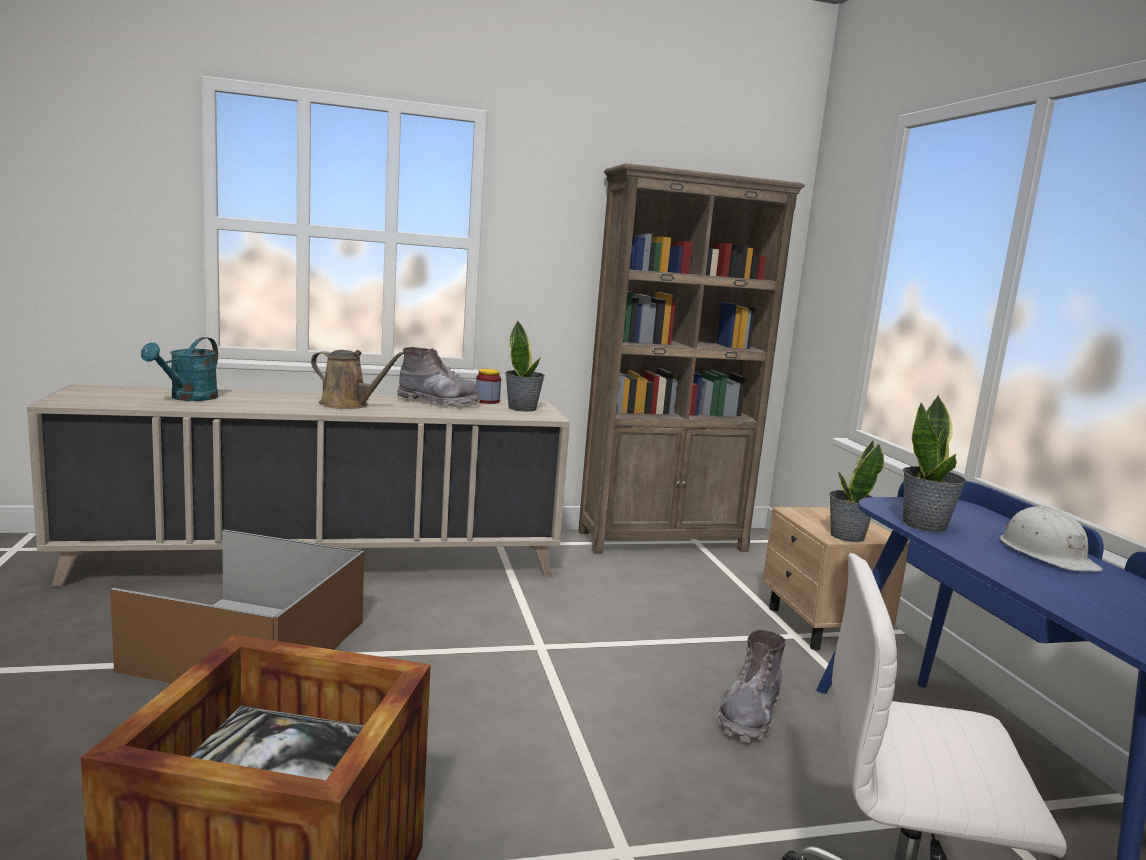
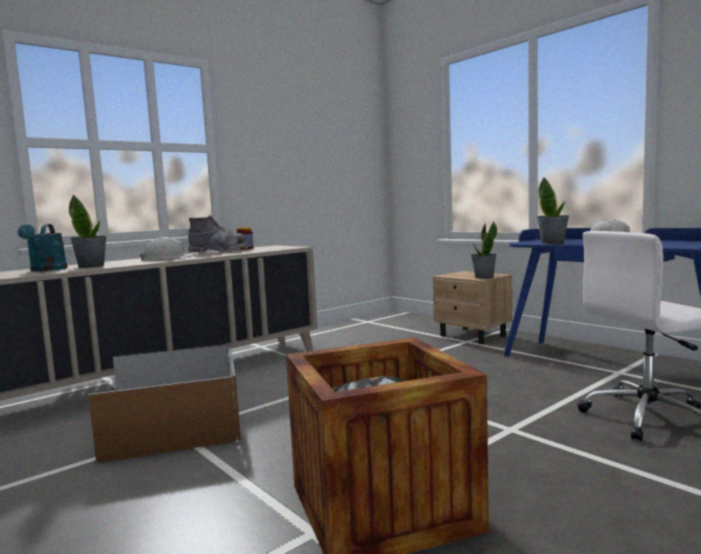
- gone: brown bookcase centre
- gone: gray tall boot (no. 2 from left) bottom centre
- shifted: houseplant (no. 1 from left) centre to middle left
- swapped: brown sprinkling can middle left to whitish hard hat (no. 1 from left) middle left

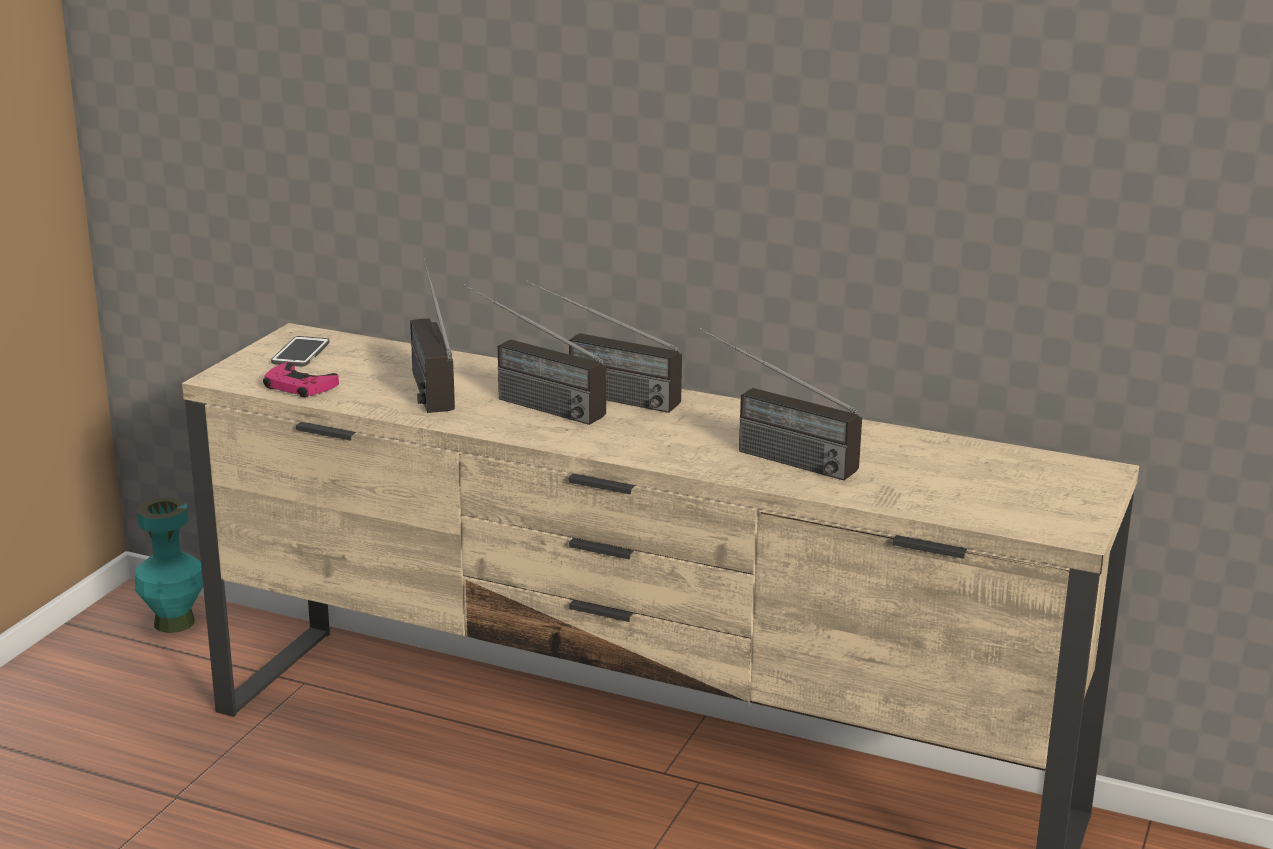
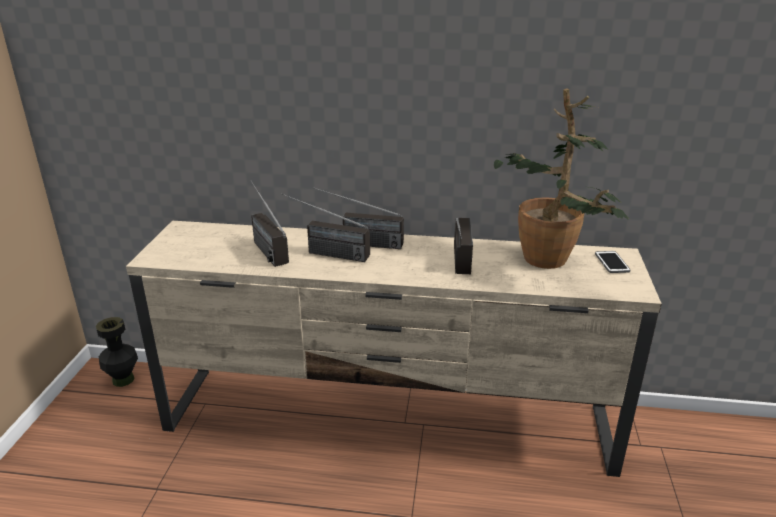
- gone: pink game controller middle left
- new: houseplant middle right
- shifted: handset middle left to middle right
- repainted: blue-green vase middle left to black vase bottom left
- rotated: radio (no. 4 from left) centre = centre 105 degrees counterclockwise

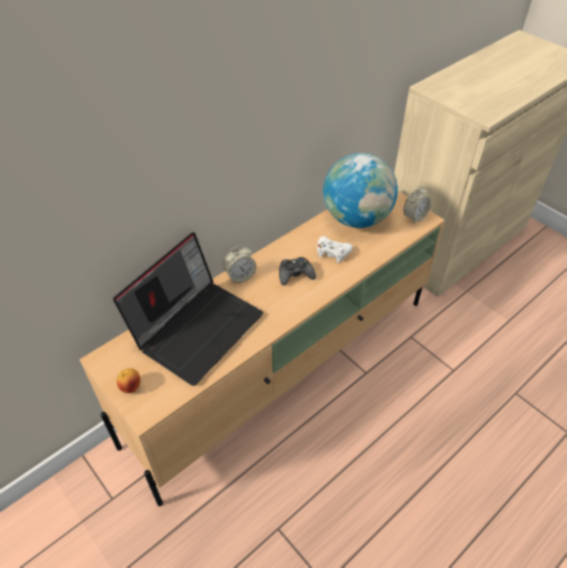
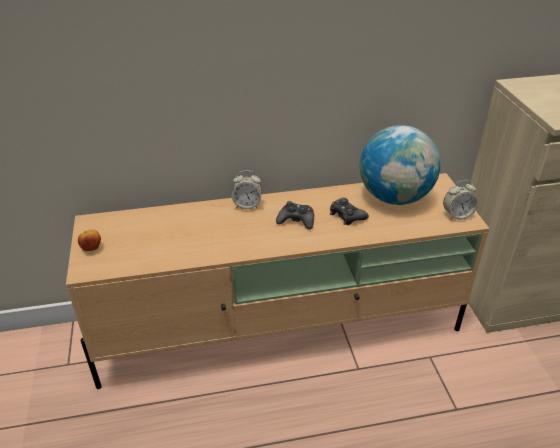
- gone: notebook computer middle left
- repainted: whitish game controller centre to black game controller (no. 2 from left) centre

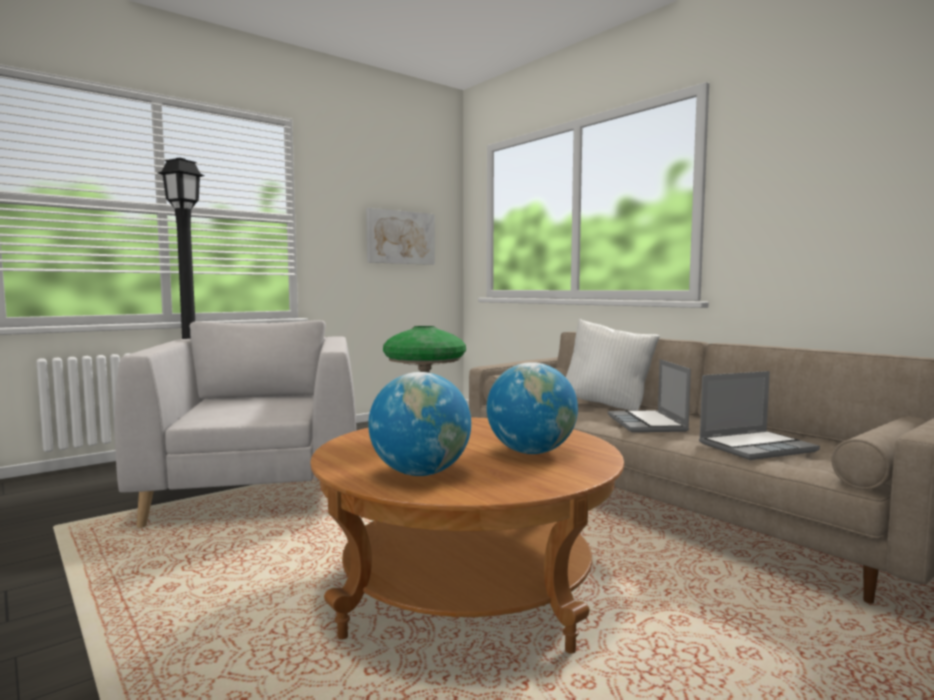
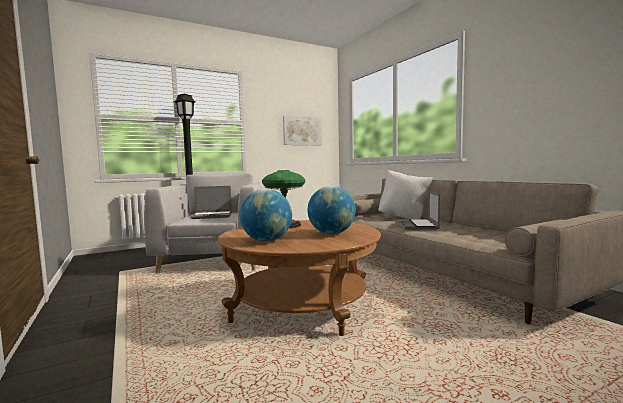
- shifted: notebook computer (no. 2 from left in the first image) middle right to notebook computer (no. 1 from left) centre

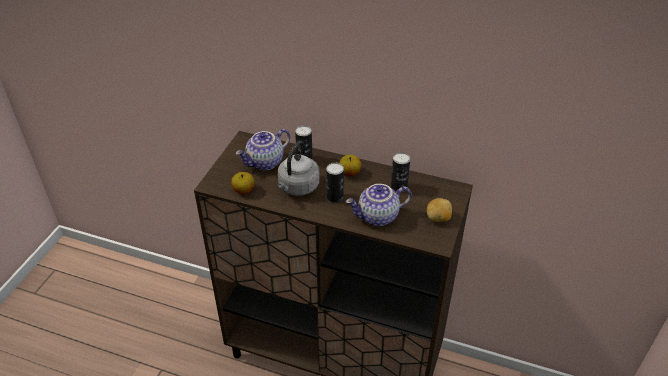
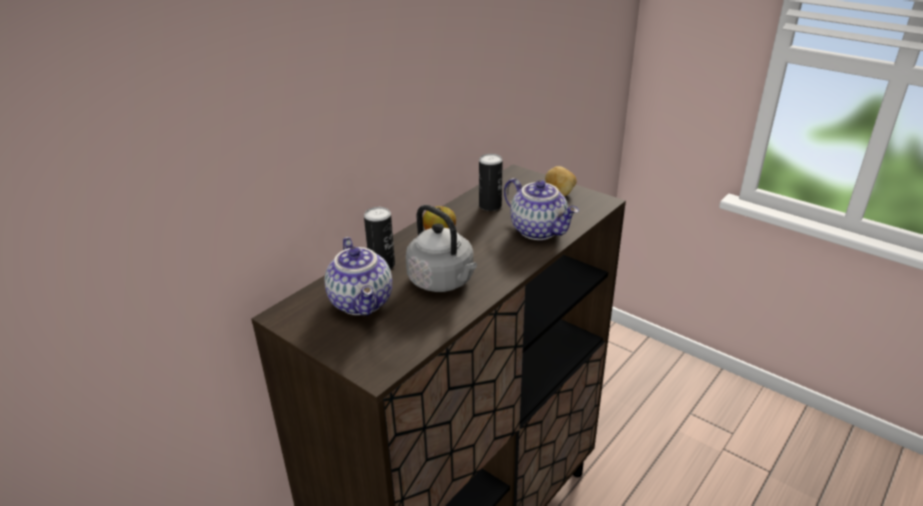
- gone: whole apple (no. 1 from left) centre
- gone: can (no. 2 from left) centre
- rotated: teapot (no. 2 from left) centre = centre 45 degrees counterclockwise

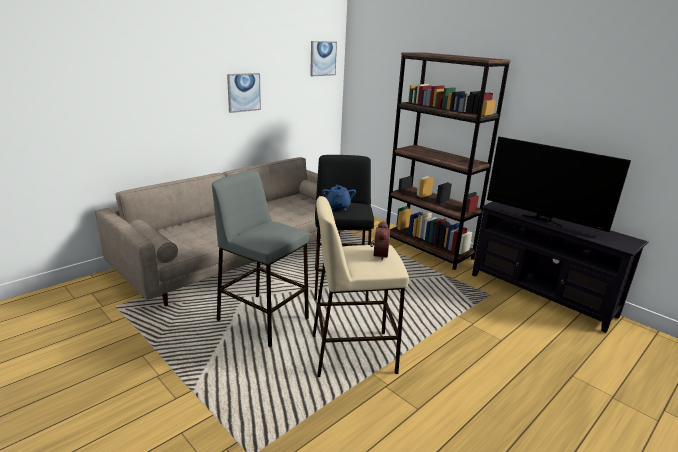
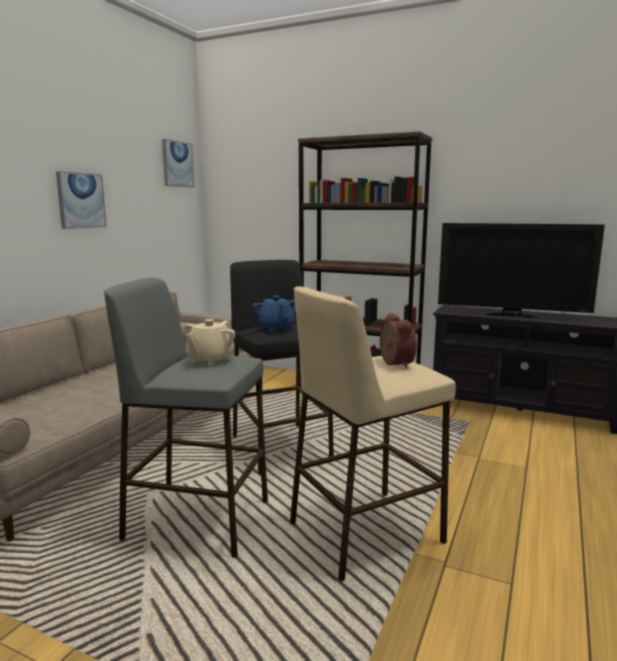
- new: sand-coloured teapot centre

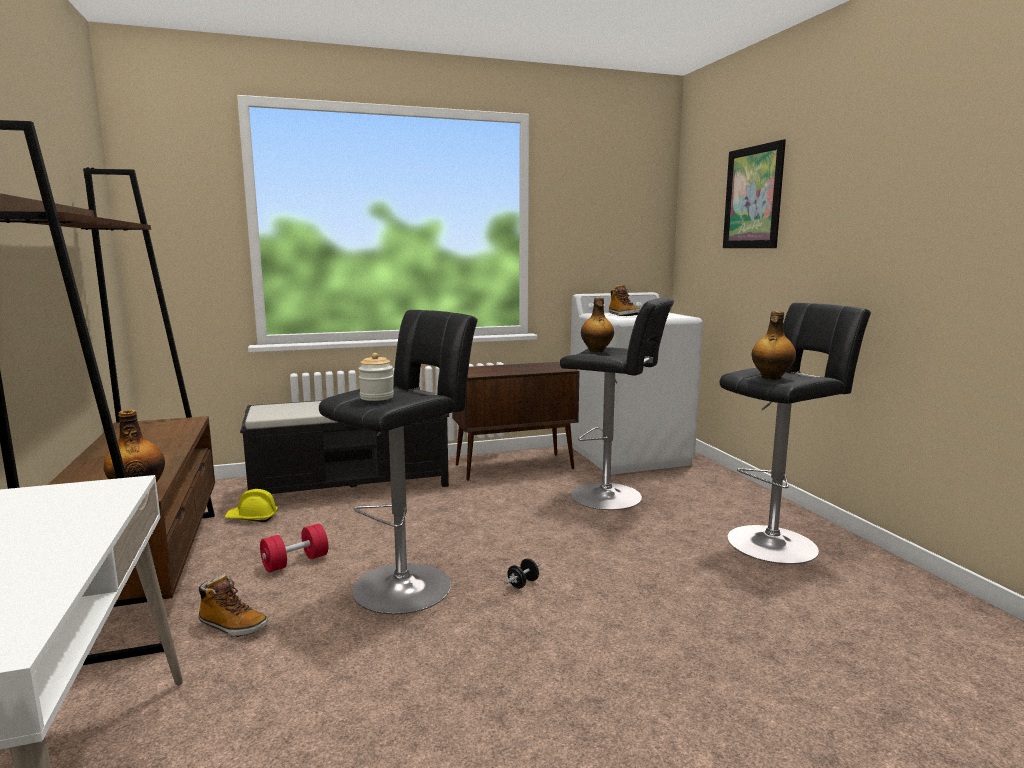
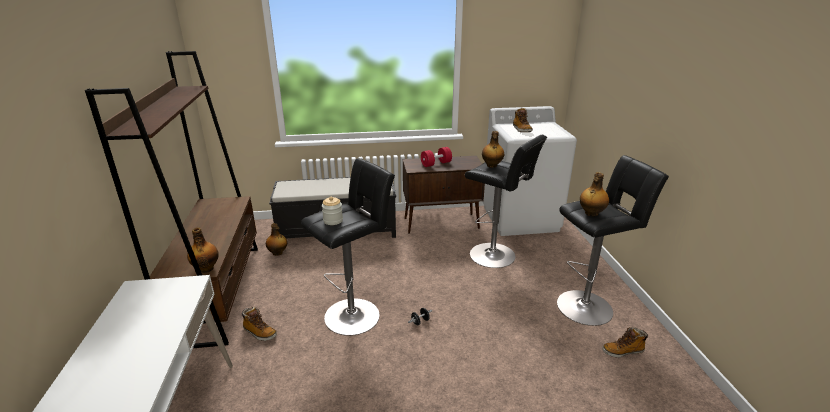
- gone: wall picture top right
- new: tall boot (no. 3 from left) bottom right
- shifted: red-coloured hand weight bottom left to centre
- swapped: yellow hard hat middle left to drink bottle (no. 2 from left) middle left

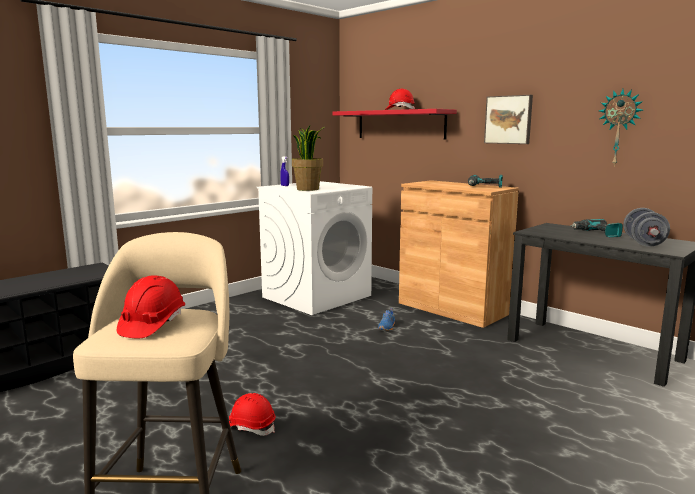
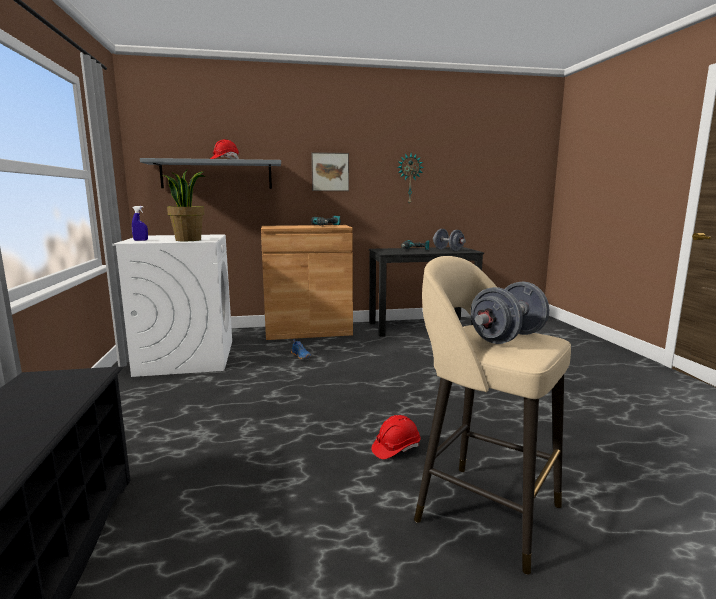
- swapped: red-coloured hard hat (no. 1 from left) middle left to gray hand weight (no. 2 from left) middle right
- repainted: red-coloured bracket shelf top centre to gray bracket shelf top left

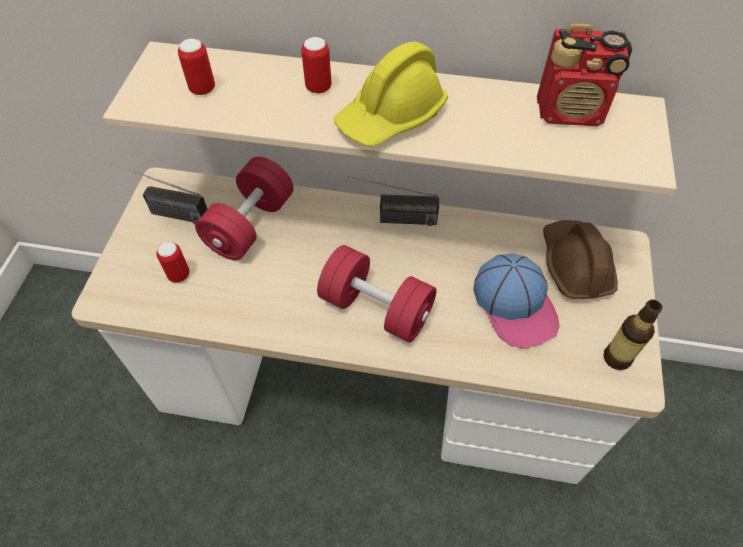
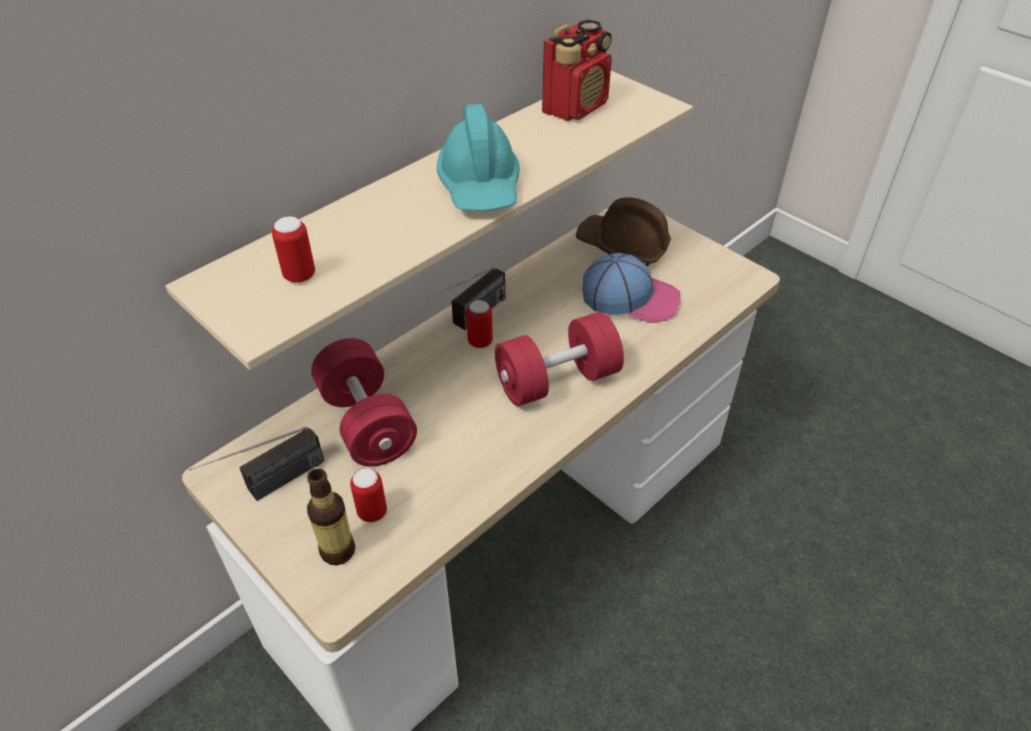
- shifted: can (no. 3 from left) top centre to centre
- shifted: drink bottle middle right to bottom left
- repainted: yellow hard hat top centre to blue-green hard hat top centre

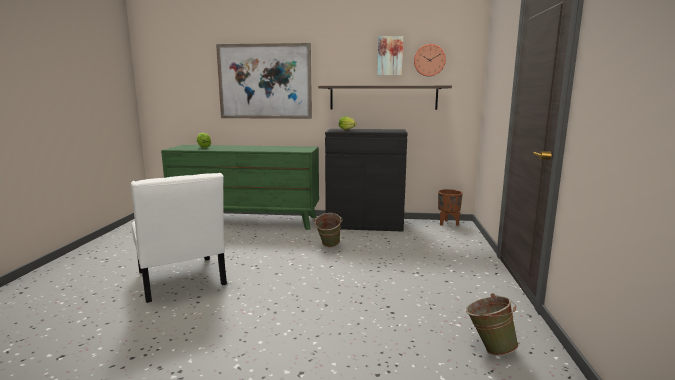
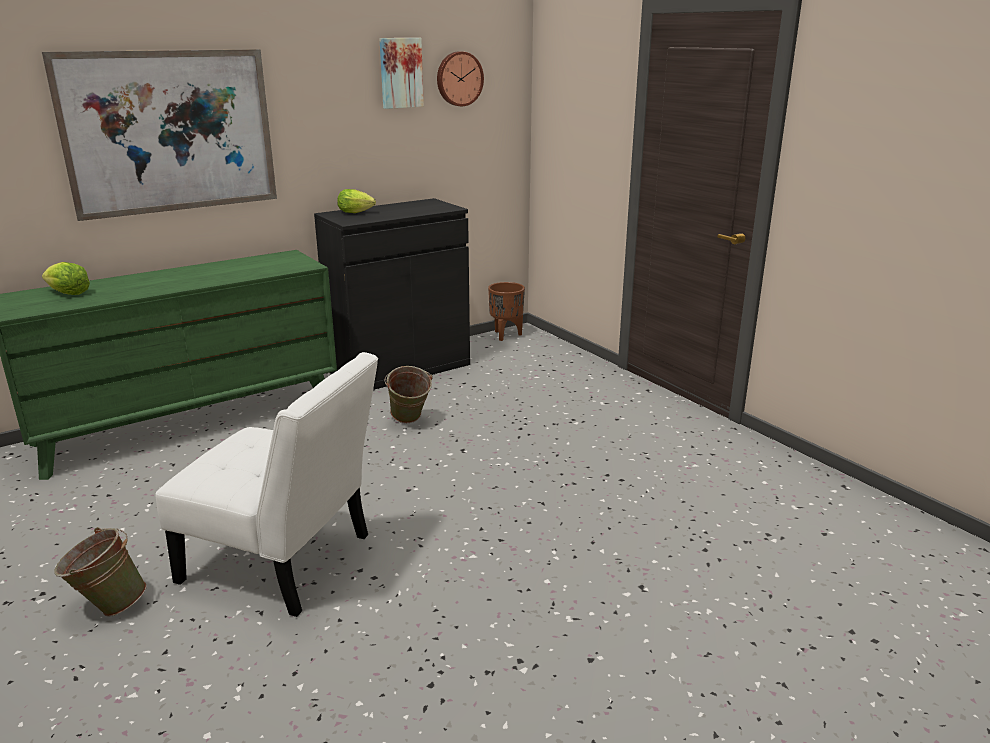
- gone: bracket shelf top centre
- shifted: greenish bucket (no. 2 from left in the first image) bottom right to greenish bucket (no. 1 from left) bottom left

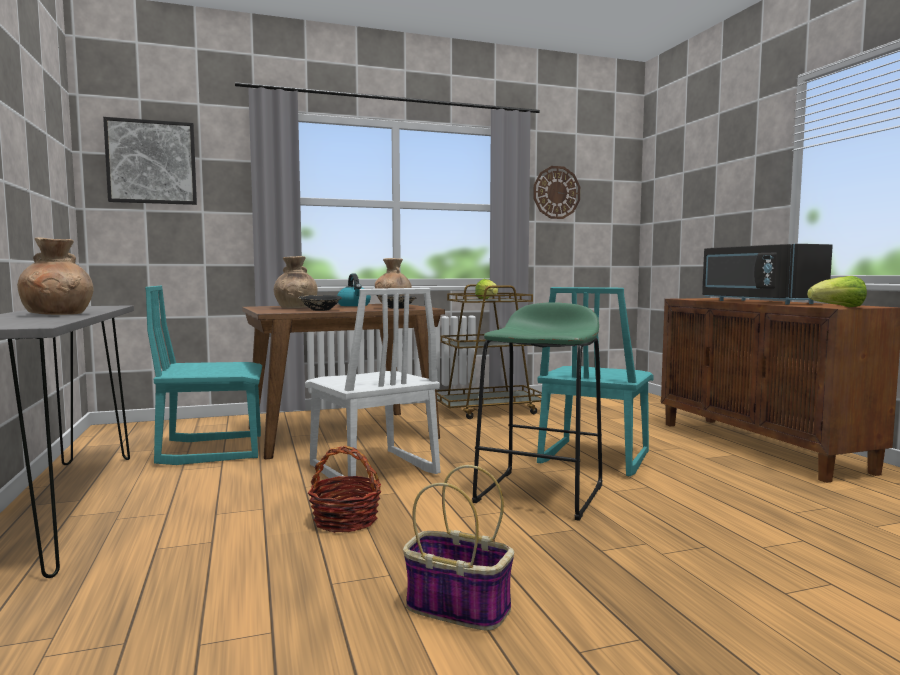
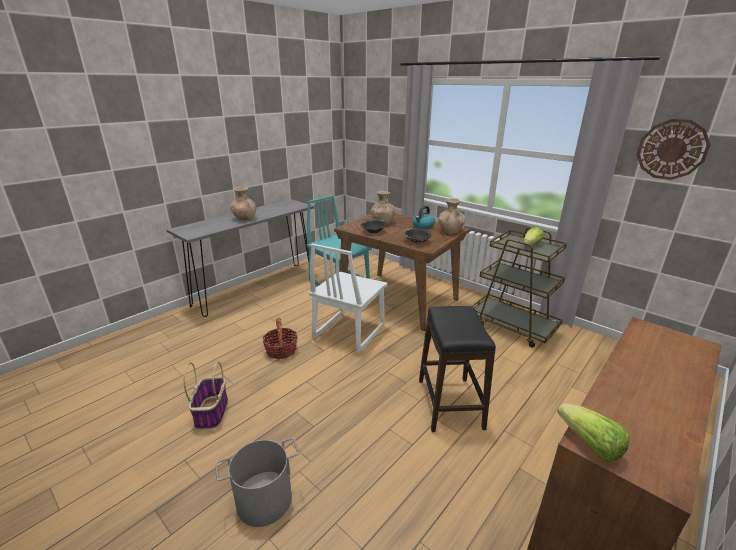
- gone: wall picture top left
- gone: greenish stool centre
- gone: black microwave oven middle right
- new: gray bucket bottom centre
- swapped: blue-green upright chair (no. 2 from left) centre to black stool bottom centre

